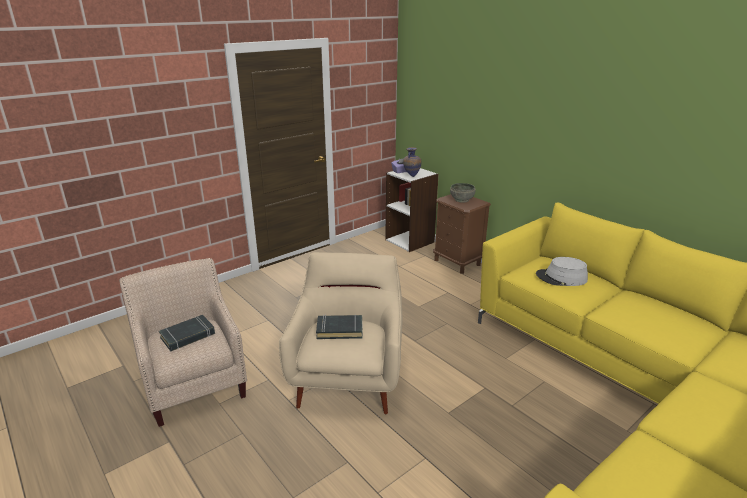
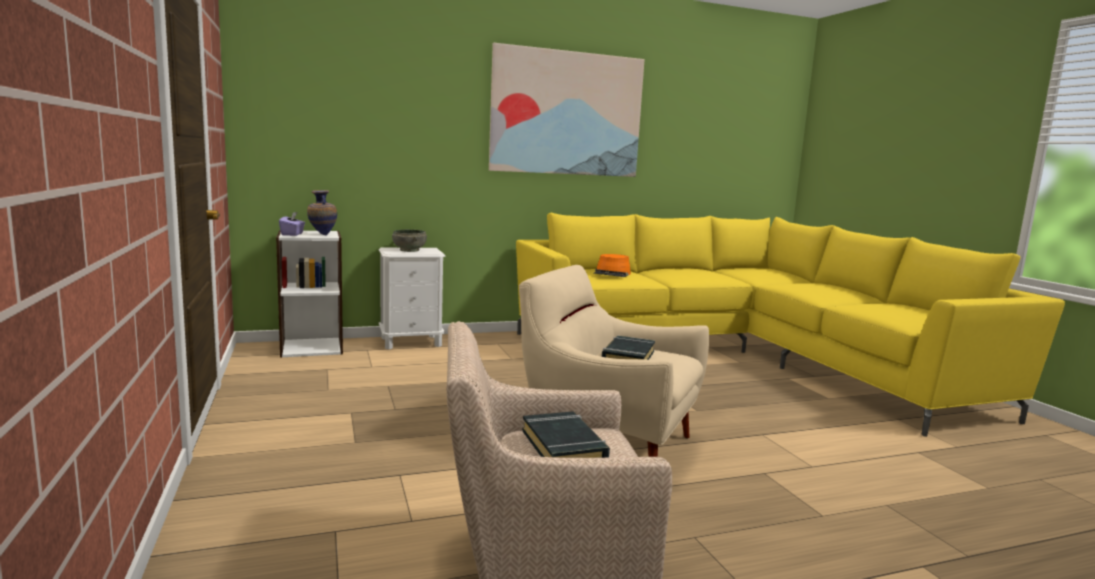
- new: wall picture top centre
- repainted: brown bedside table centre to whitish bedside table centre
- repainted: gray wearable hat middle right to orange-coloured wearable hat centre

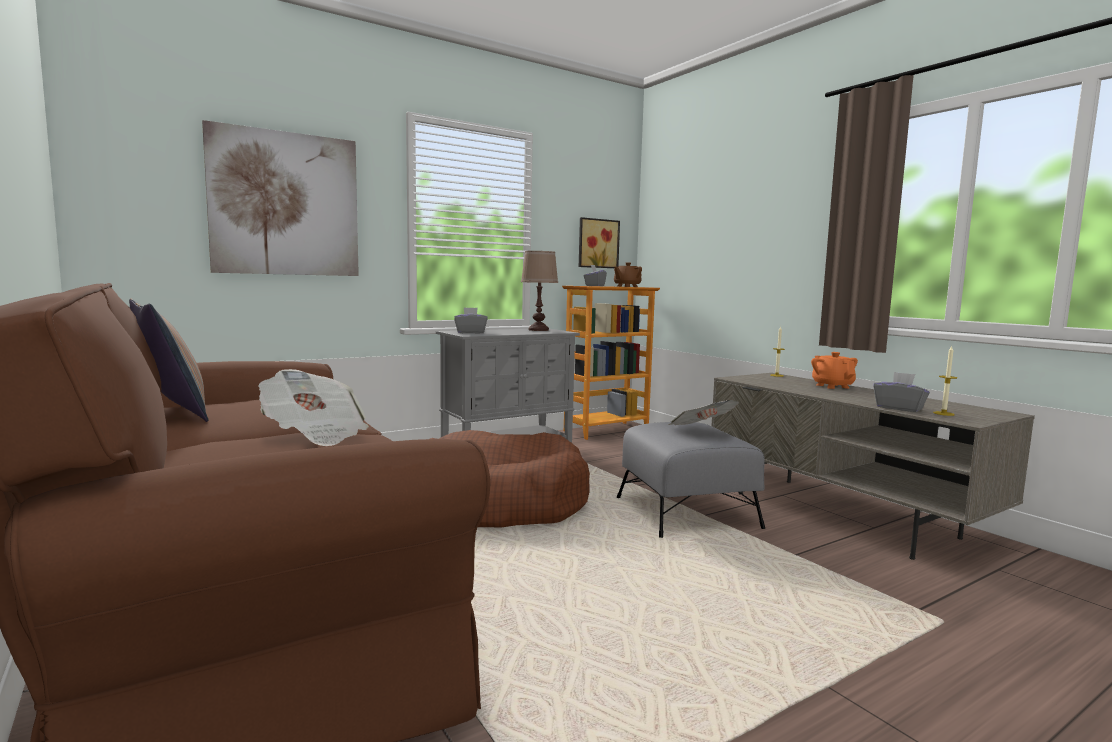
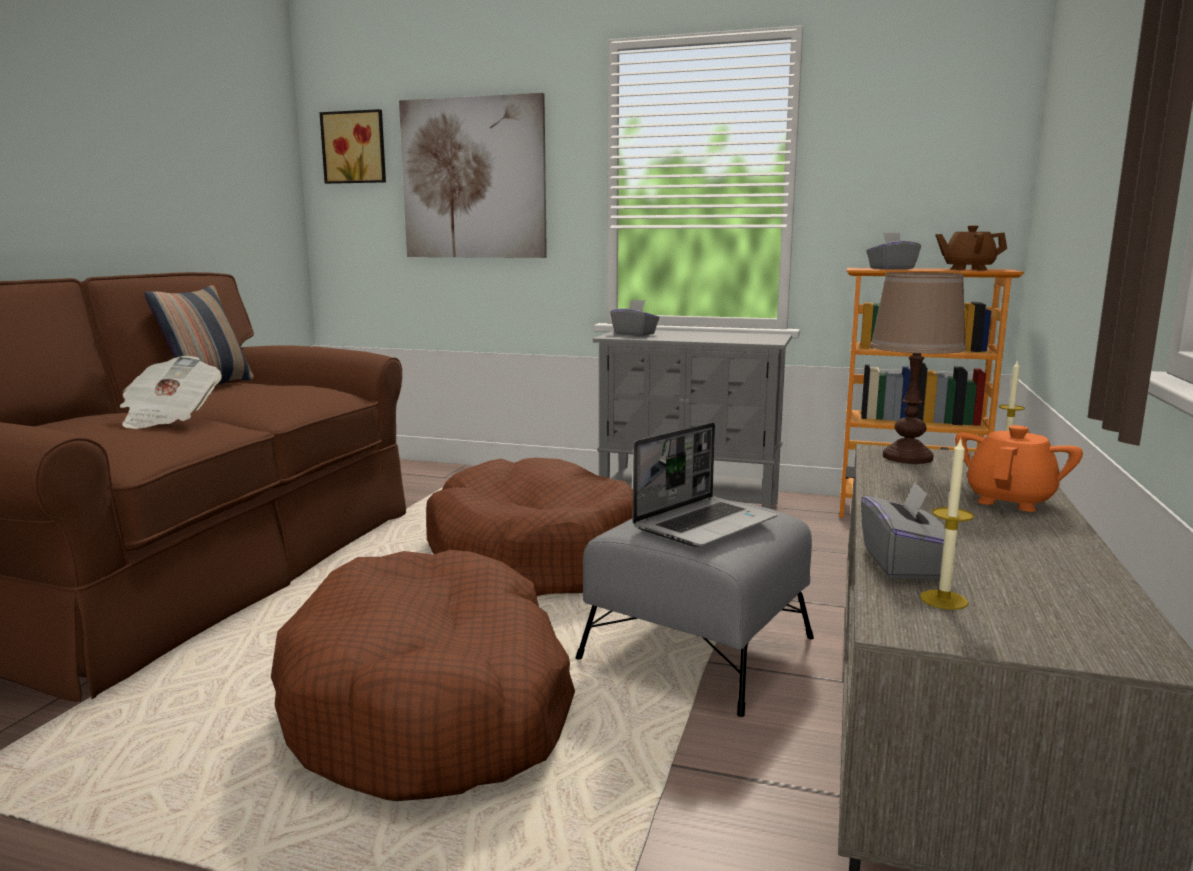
- new: brown pet bed (no. 1 from left) bottom centre
- shifted: brown table lamp centre to middle right
- shifted: wall picture (no. 2 from left in the first image) top centre to wall picture (no. 1 from left) top left
- swapped: newspaper (no. 2 from left) centre to notebook computer centre

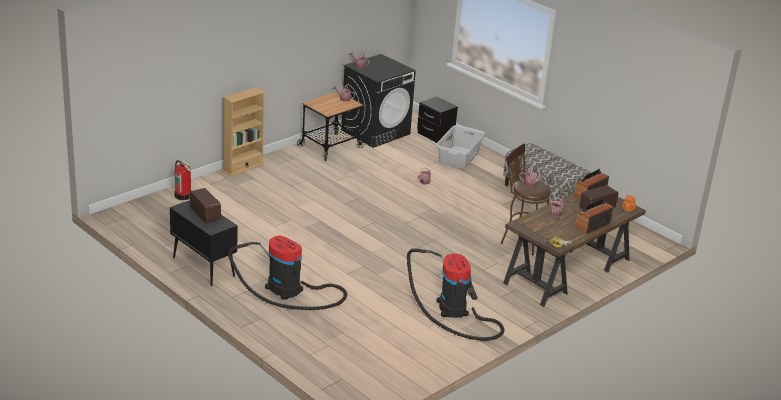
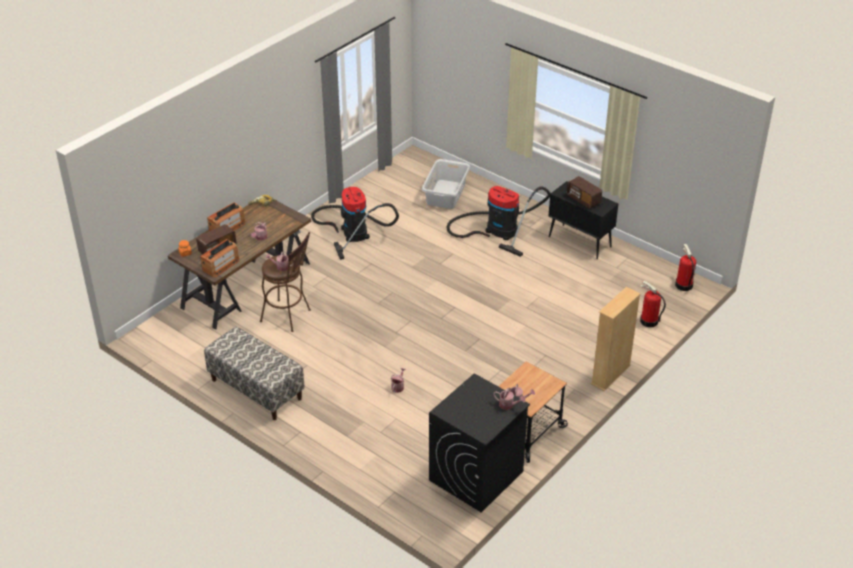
- gone: black bedside table top centre
- new: extinguisher (no. 2 from left) middle right
- shifted: gray laundry basket centre to top centre

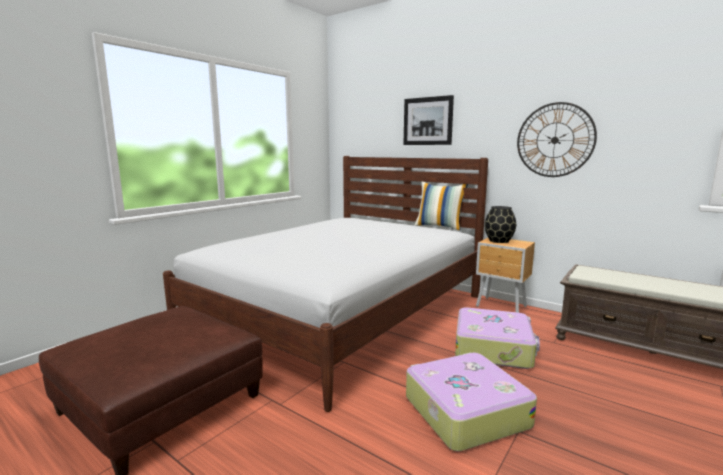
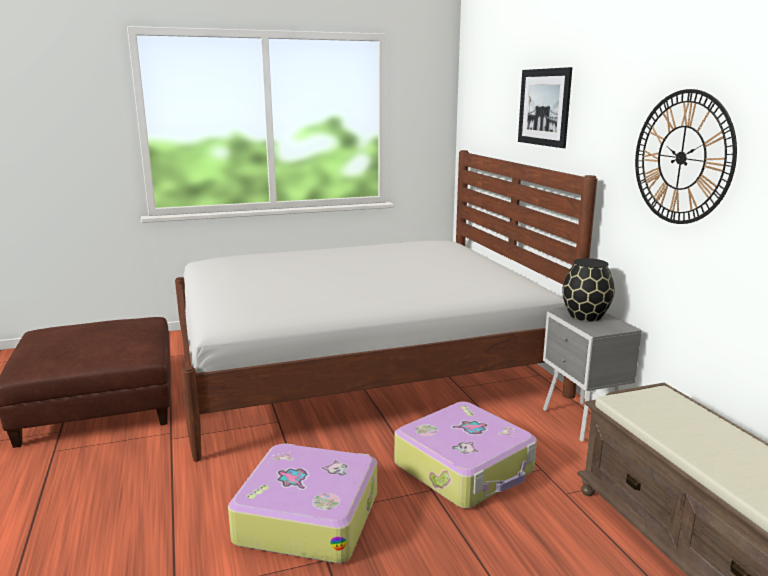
- gone: cushion centre
- repainted: brown bedside table middle right to gray bedside table middle right

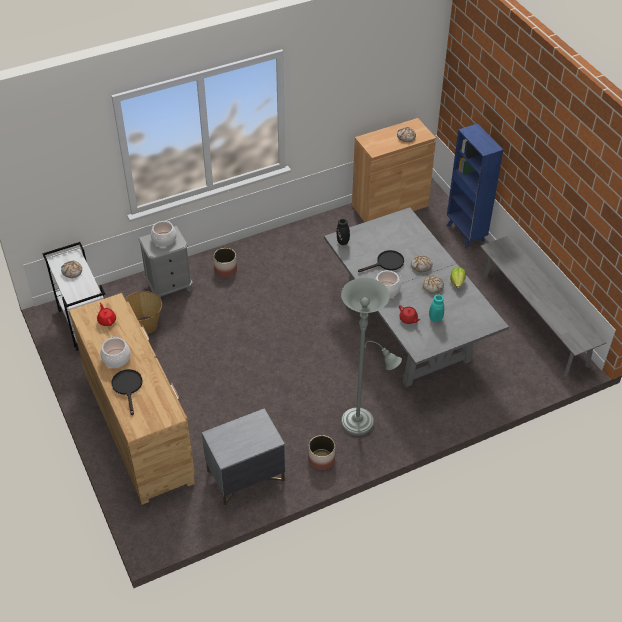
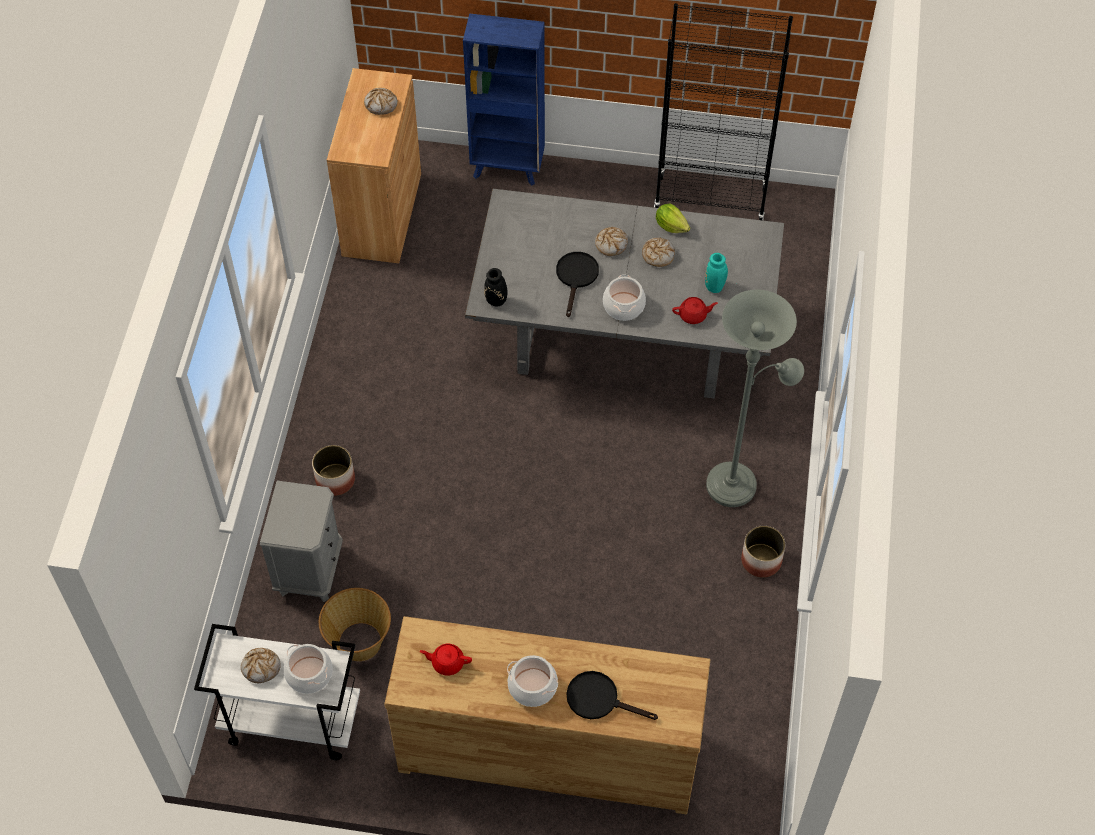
- gone: gray bedside table (no. 2 from left) bottom centre
- shifted: cooking pot (no. 2 from left in the first image) middle left to cooking pot (no. 1 from left) bottom left
- swapped: gray indoor bench middle right to black bookcase top centre

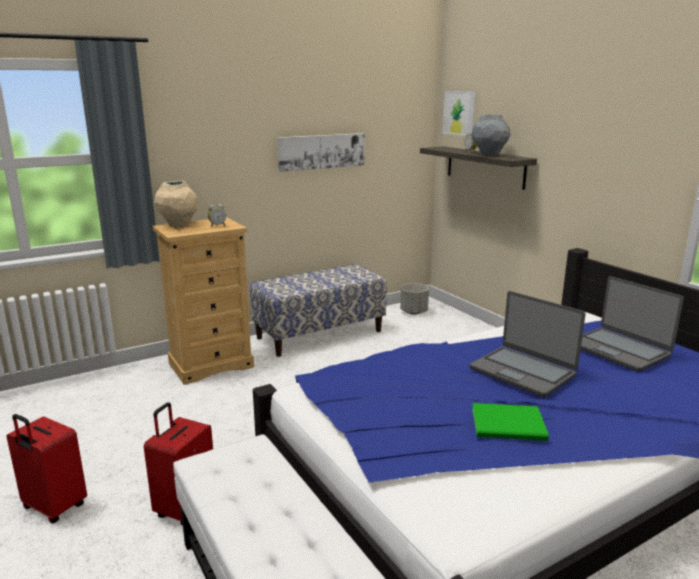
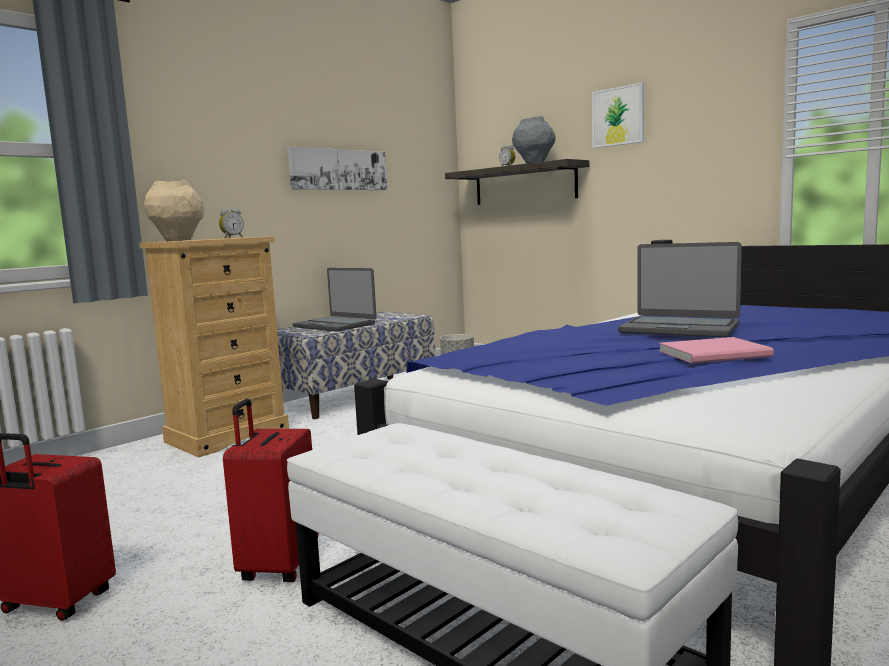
- shifted: wall picture (no. 2 from left) top centre to top right
- shifted: notebook computer (no. 2 from left in the first image) middle right to notebook computer (no. 1 from left) centre
- repainted: greenish bound book bottom right to pink bound book middle right

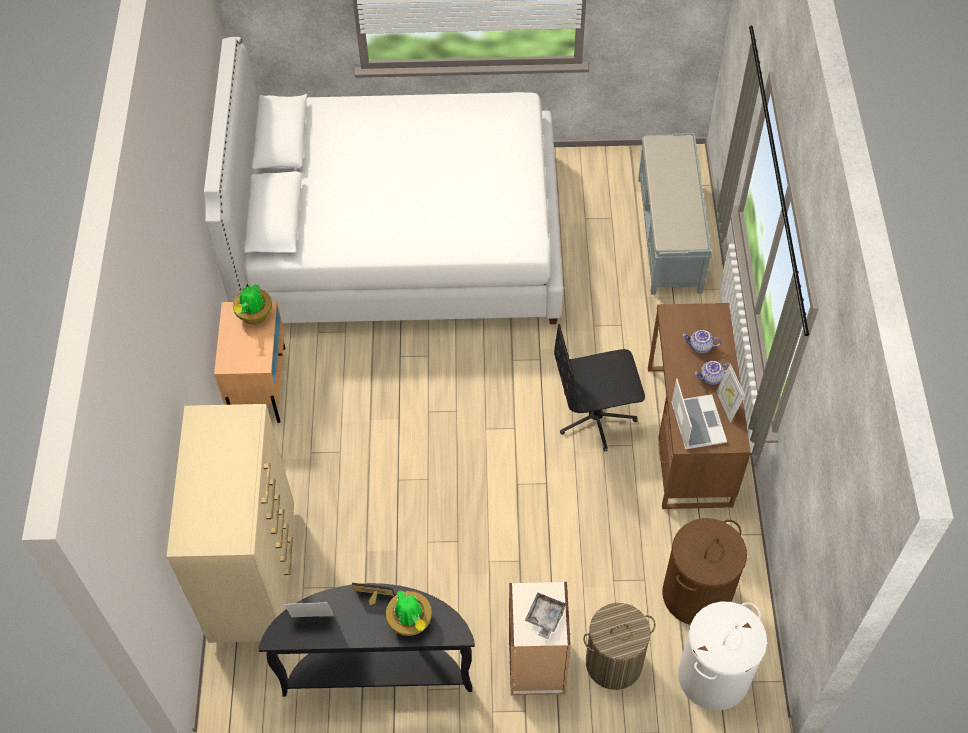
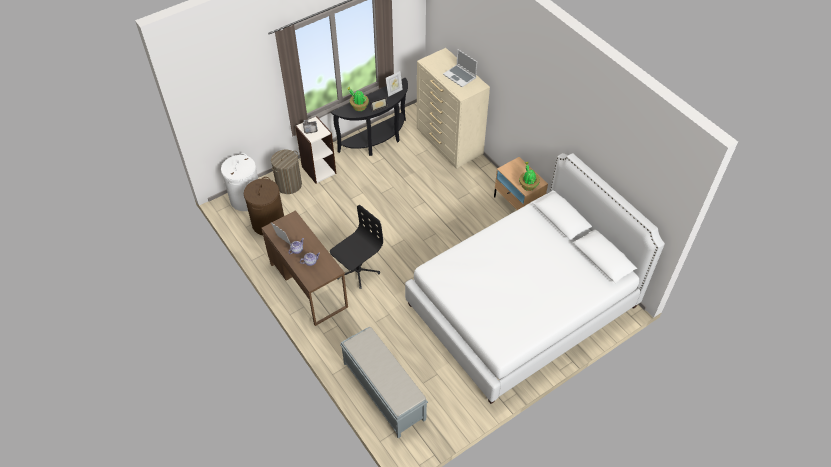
- shifted: notebook computer middle right to top centre

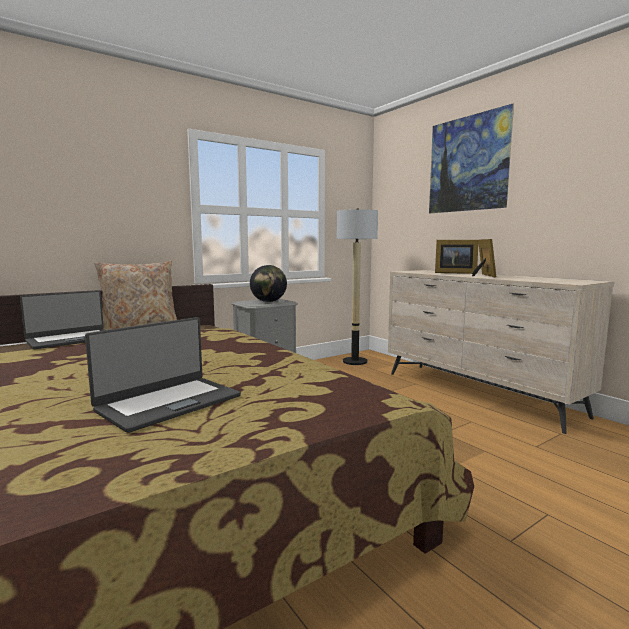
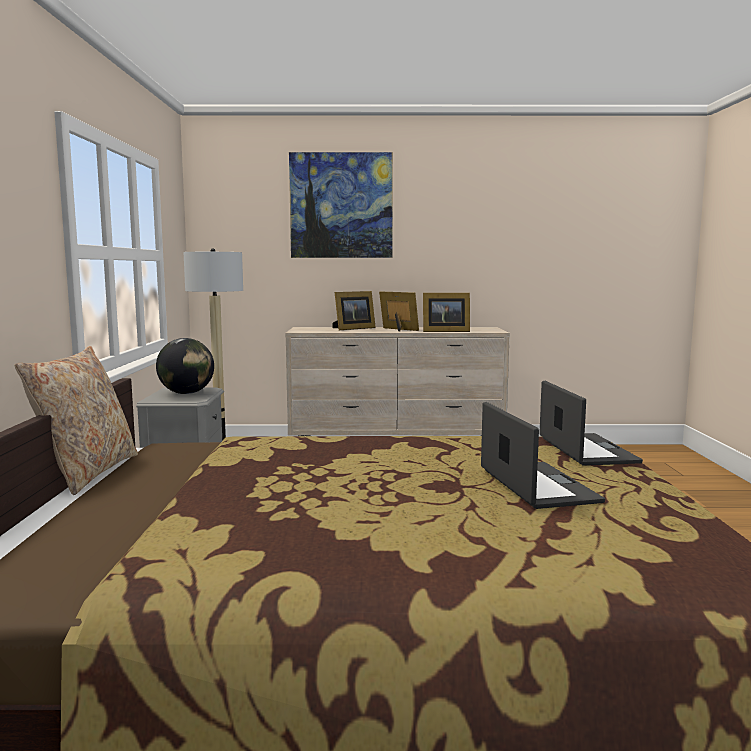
- new: standing frame (no. 3 from left) centre
- shifted: notebook computer (no. 1 from left in the first image) middle left to notebook computer (no. 2 from left) middle right

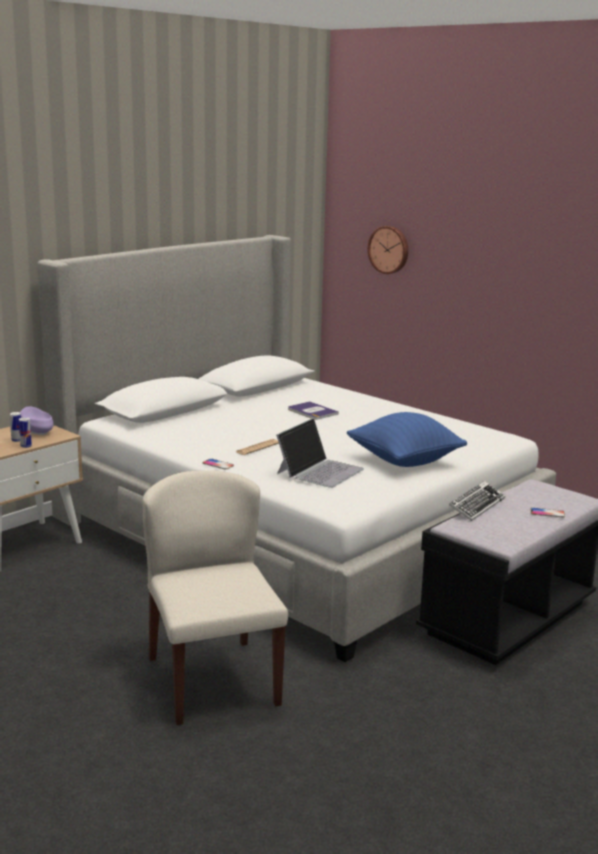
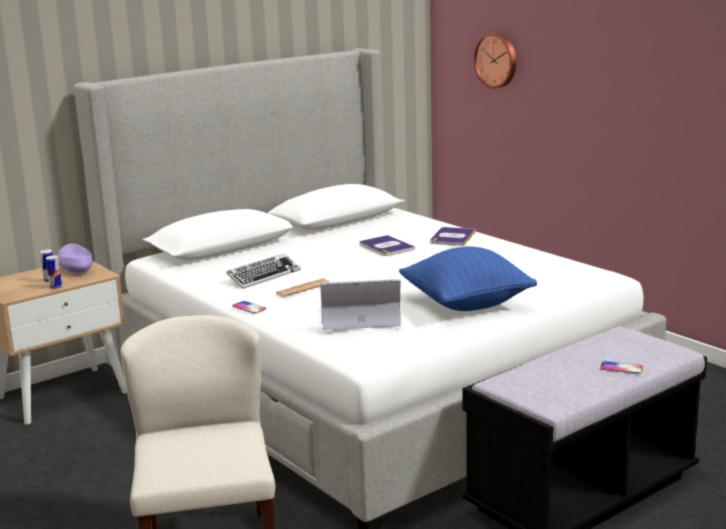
- new: bound book (no. 2 from left) centre
- shifted: computer keyboard middle right to centre
- rotated: notebook computer centre = centre 135 degrees counterclockwise

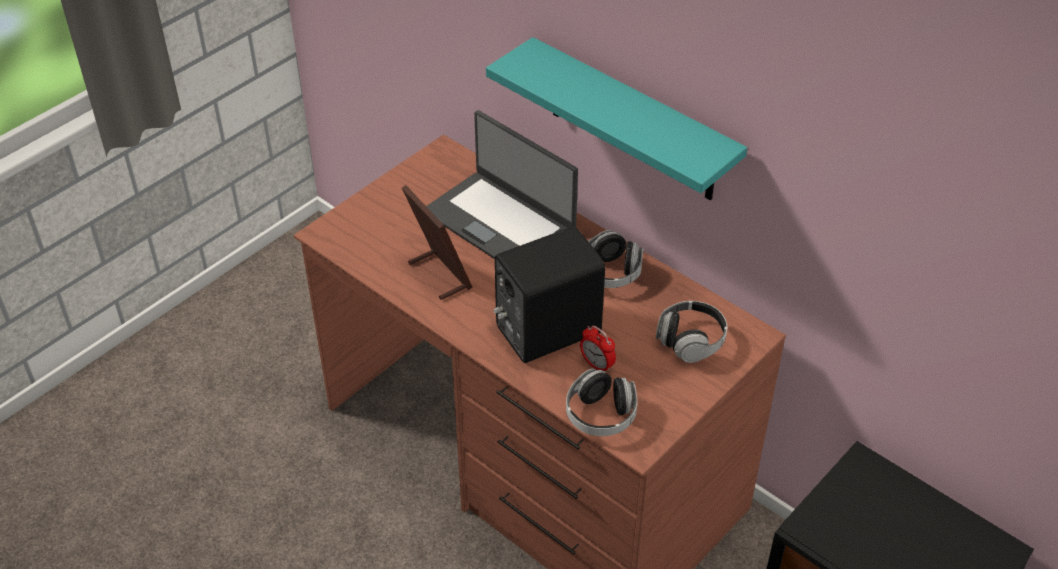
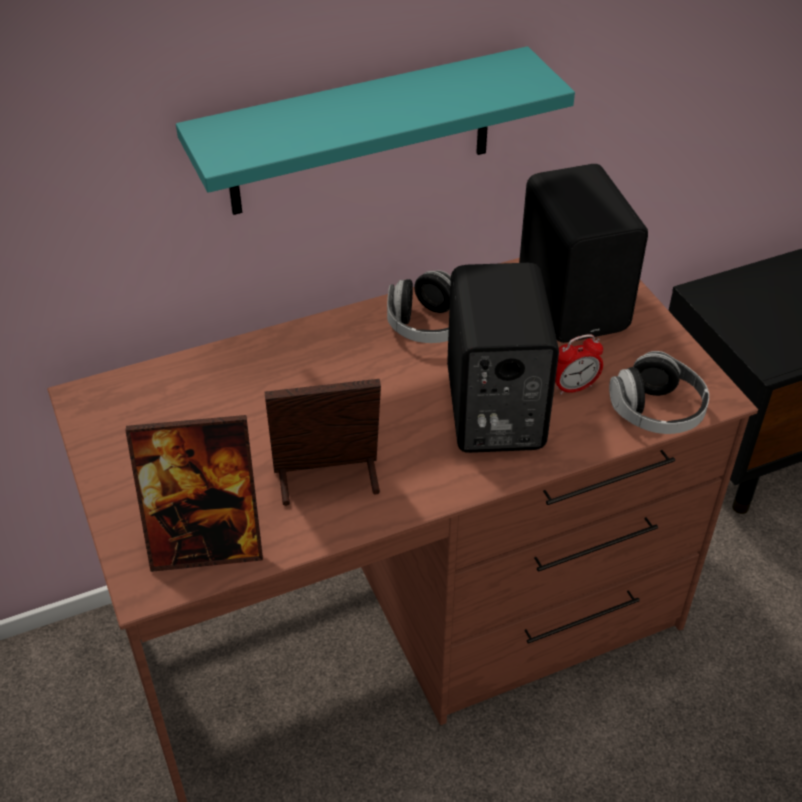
- gone: notebook computer top centre
- new: standing frame (no. 1 from left) middle left
- swapped: headphones (no. 3 from left) centre to black audio speaker (no. 2 from left) top right

